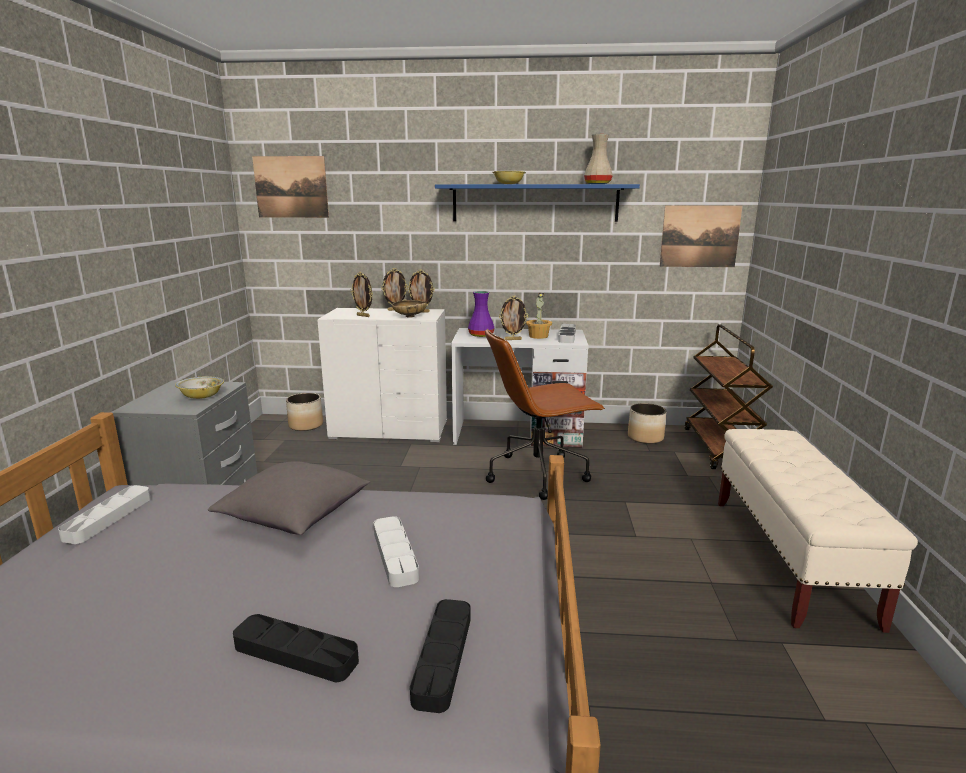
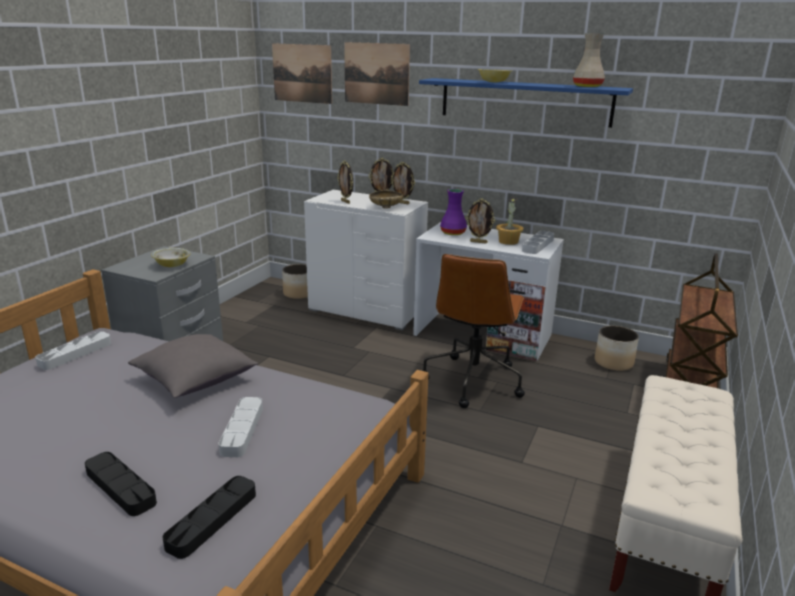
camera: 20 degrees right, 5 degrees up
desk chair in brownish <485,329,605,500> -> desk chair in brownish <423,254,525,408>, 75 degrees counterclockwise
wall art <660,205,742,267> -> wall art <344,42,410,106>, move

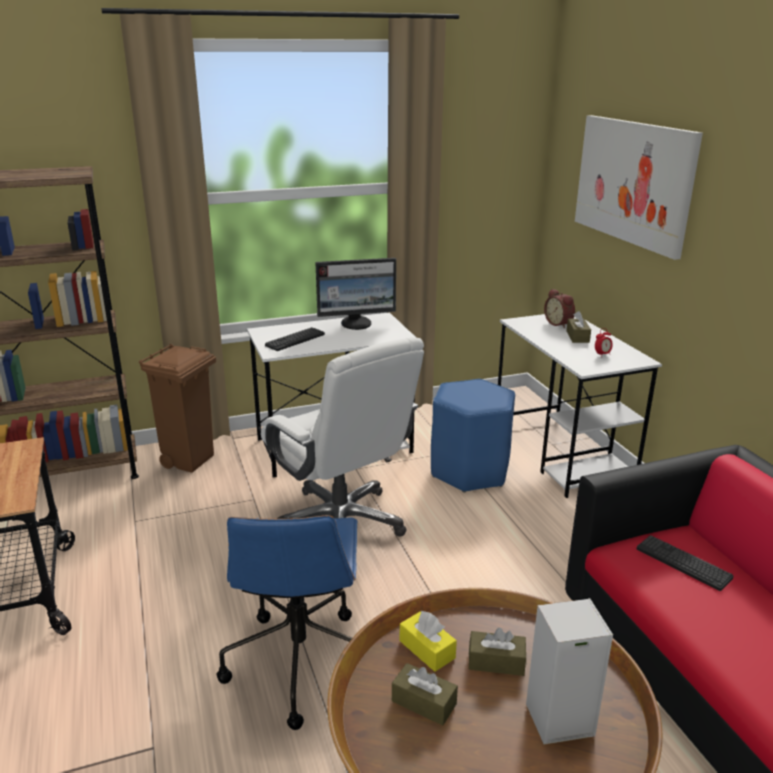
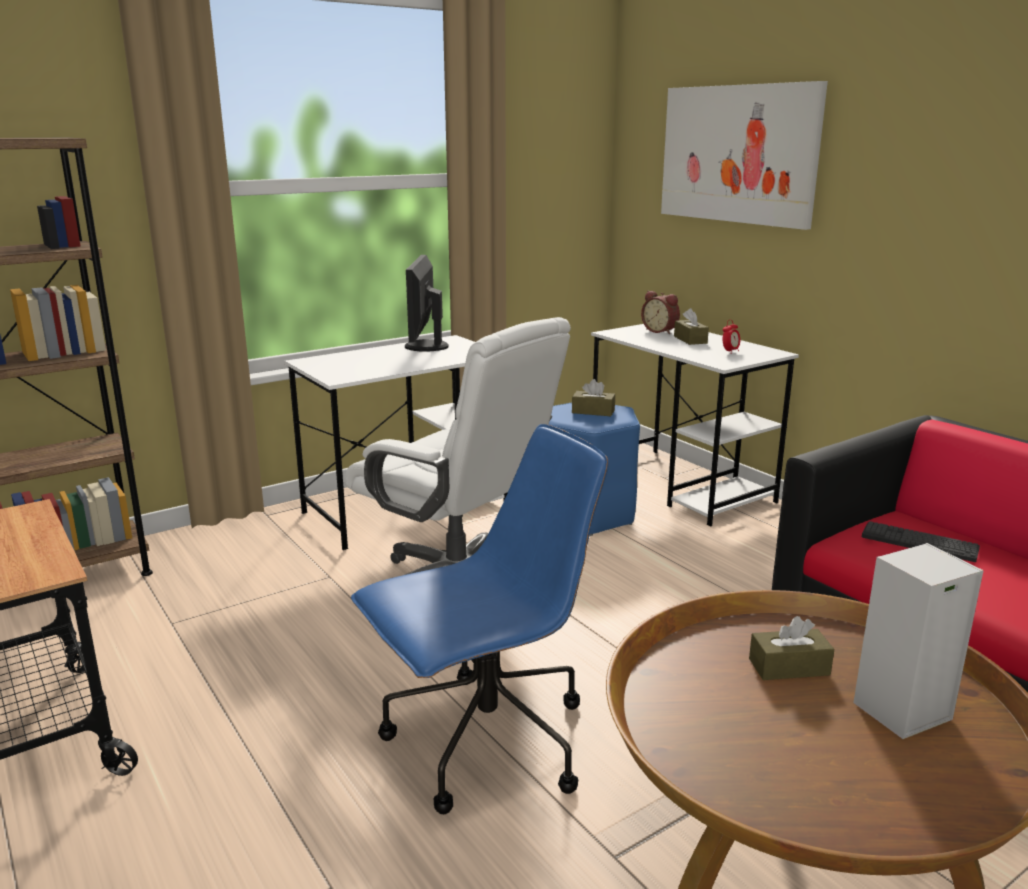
camera: 15 degrees left, 5 degrees down
rubbish bin in brownish <139,344,216,473> -> none
desk chair in blue <216,515,358,730> -> desk chair in blue <351,424,609,814>, 105 degrees counterclockwise
computer keyboard <265,327,325,351> -> none
monitor <315,258,396,330> -> monitor <405,255,448,352>, 120 degrees clockwise
tissue box in brownish <392,663,458,726> -> tissue box in brownish <572,379,615,416>, move
tissue box in yellowish <399,611,457,672> -> none

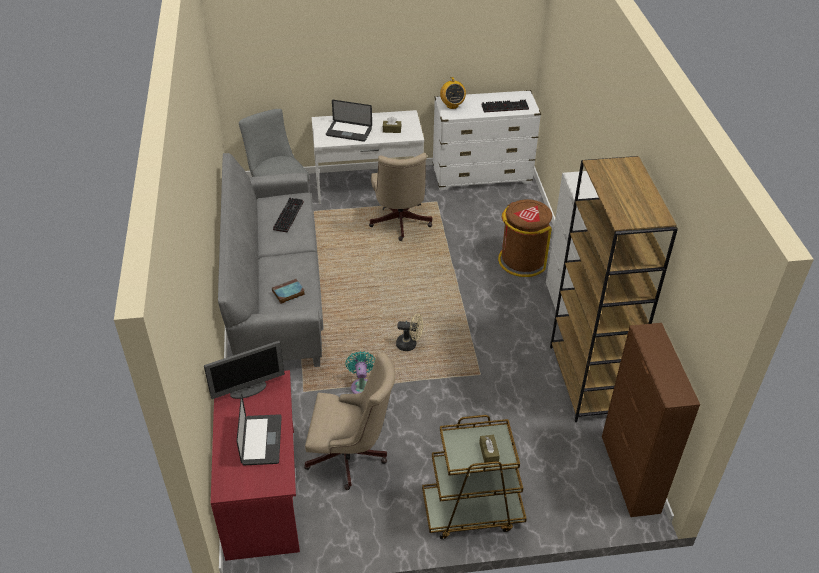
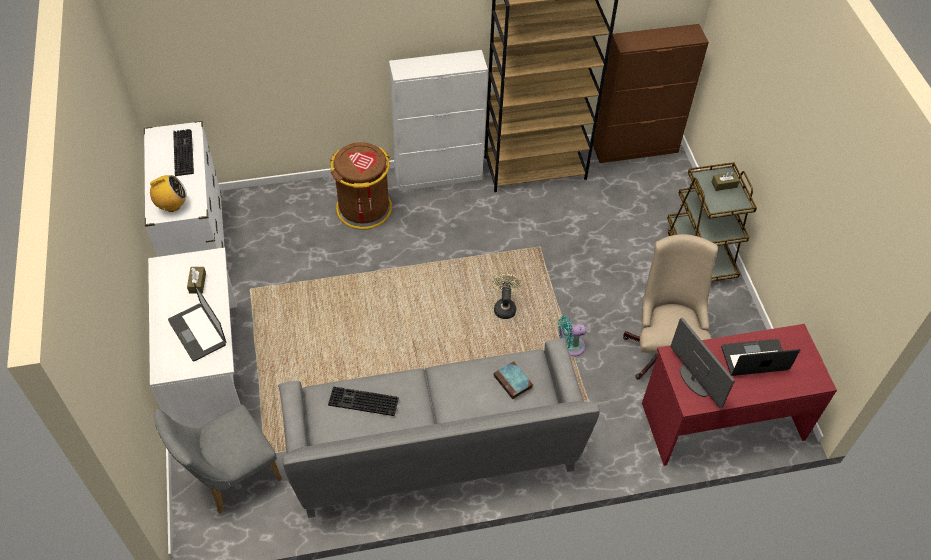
camera: 95 degrees left, 10 degrees up
laptop <326,100,372,142> -> laptop <168,282,226,361>, 135 degrees clockwise
desk chair in beige <369,153,432,241> -> none

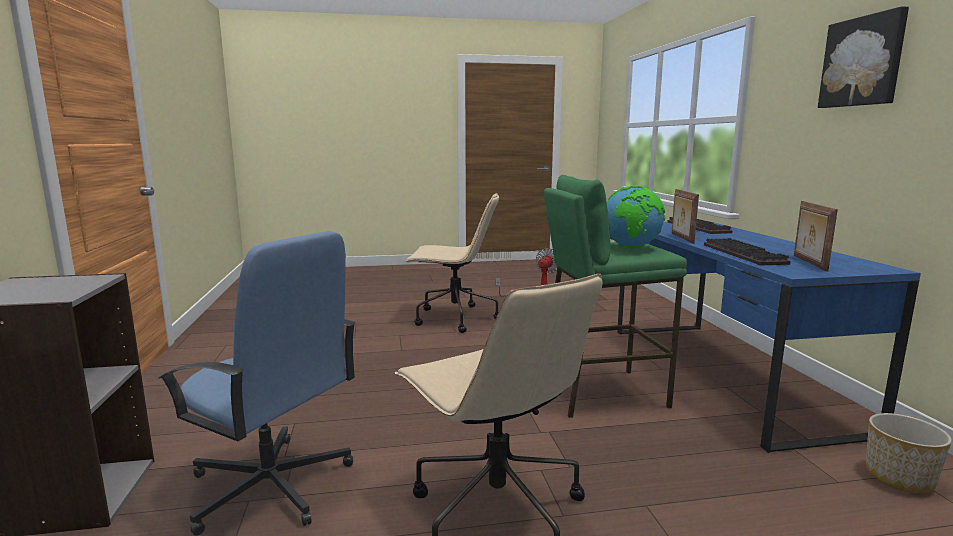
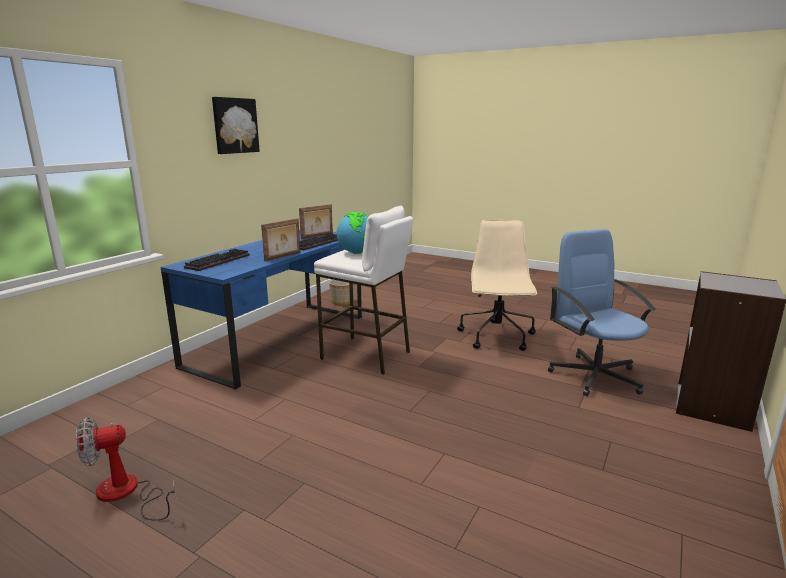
camera: 140 degrees left, 5 degrees up
desk chair in beige <405,193,499,333> -> none
stool in greenish <544,175,687,418> -> stool in whitish <314,206,413,375>

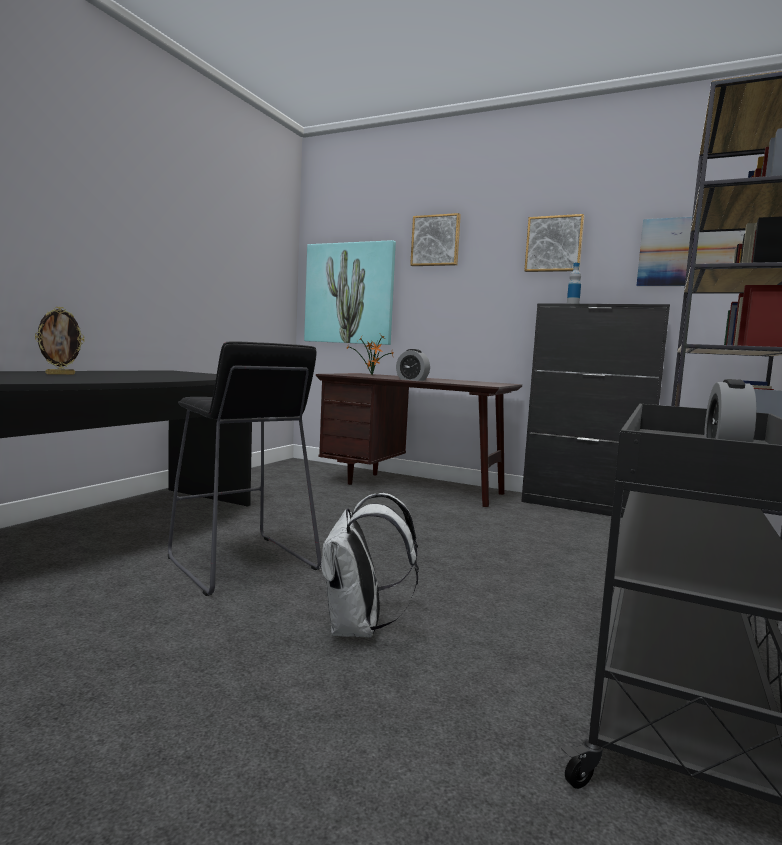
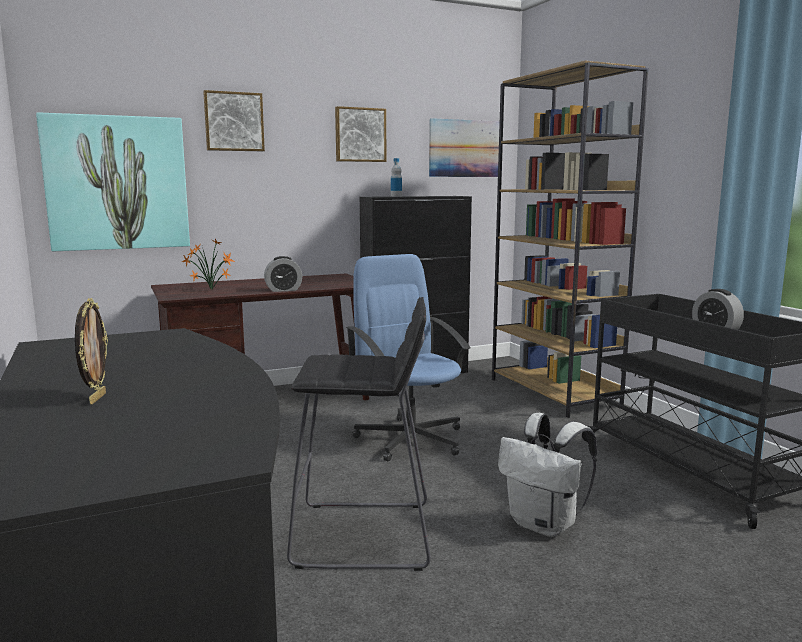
camera: 50 degrees left, 5 degrees up
none -> desk chair in blue <346,254,471,461>

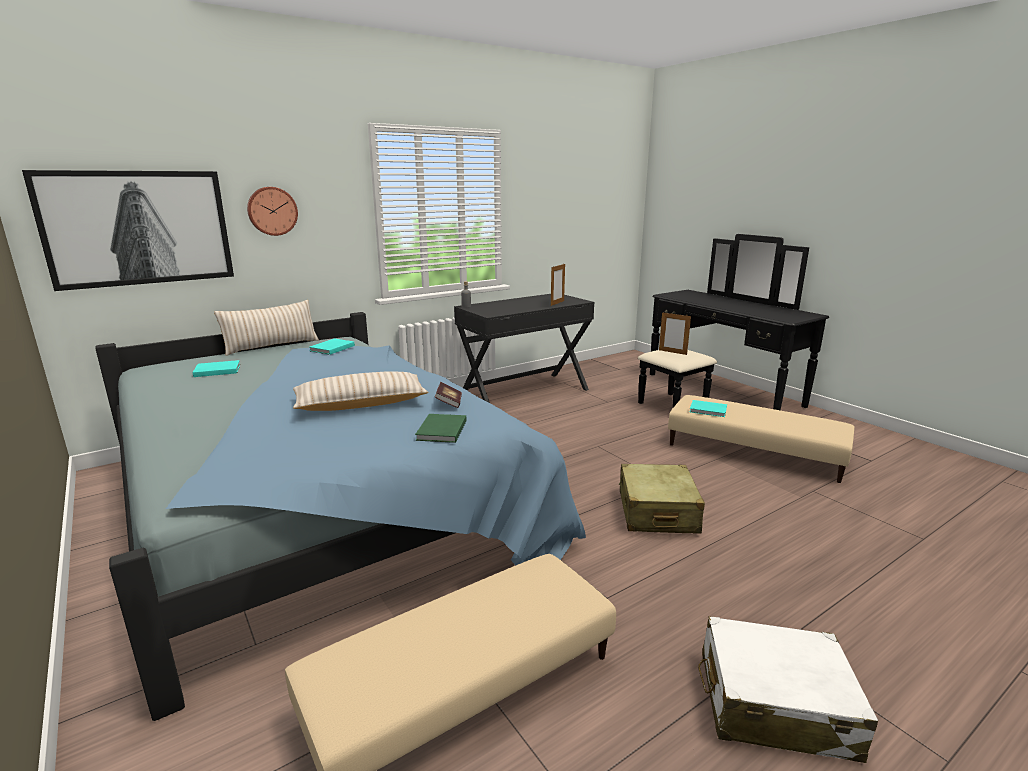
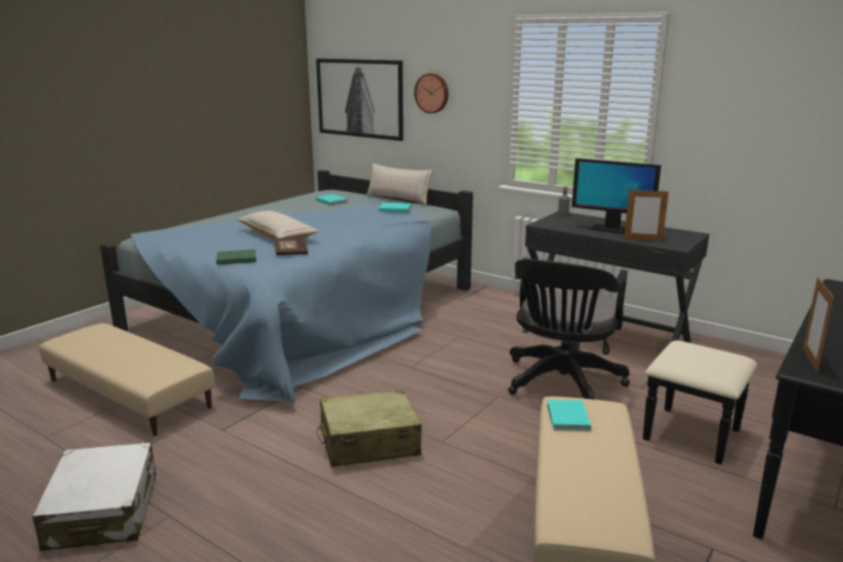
camera: 70 degrees right, 0 degrees up
photo frame <659,312,691,355> -> photo frame <803,277,834,373>, move
none -> desk chair in black-coloured <508,257,630,400>
none -> monitor <572,158,661,234>

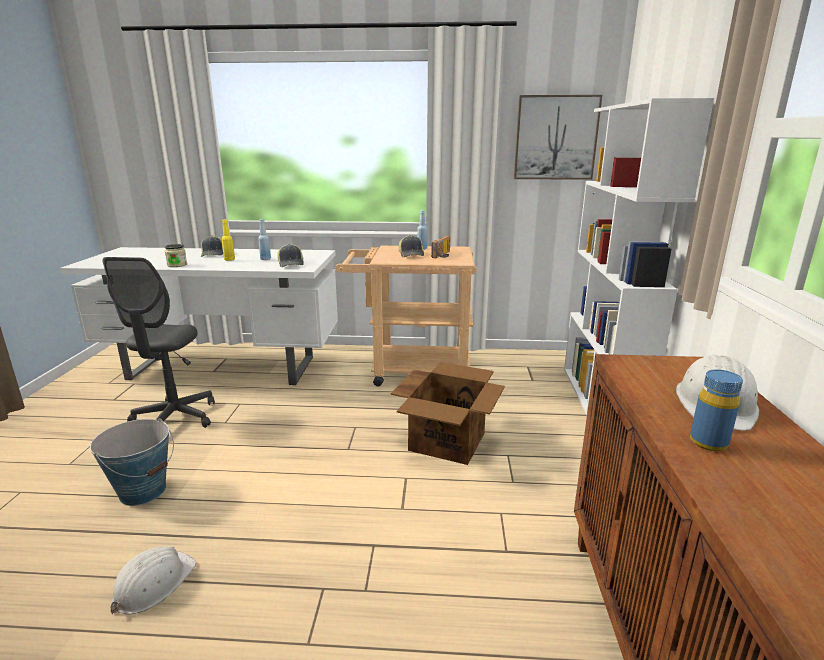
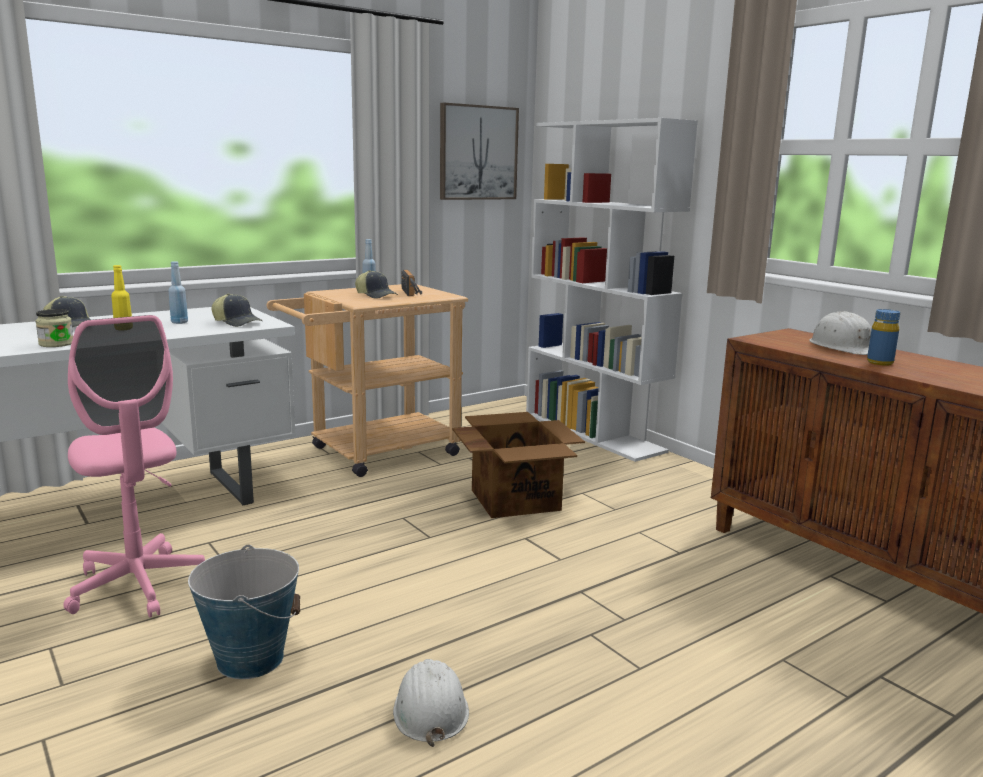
camera: 40 degrees left, 5 degrees down
desk chair in greyish <103,257,215,428> -> desk chair in pinkish <63,315,205,617>

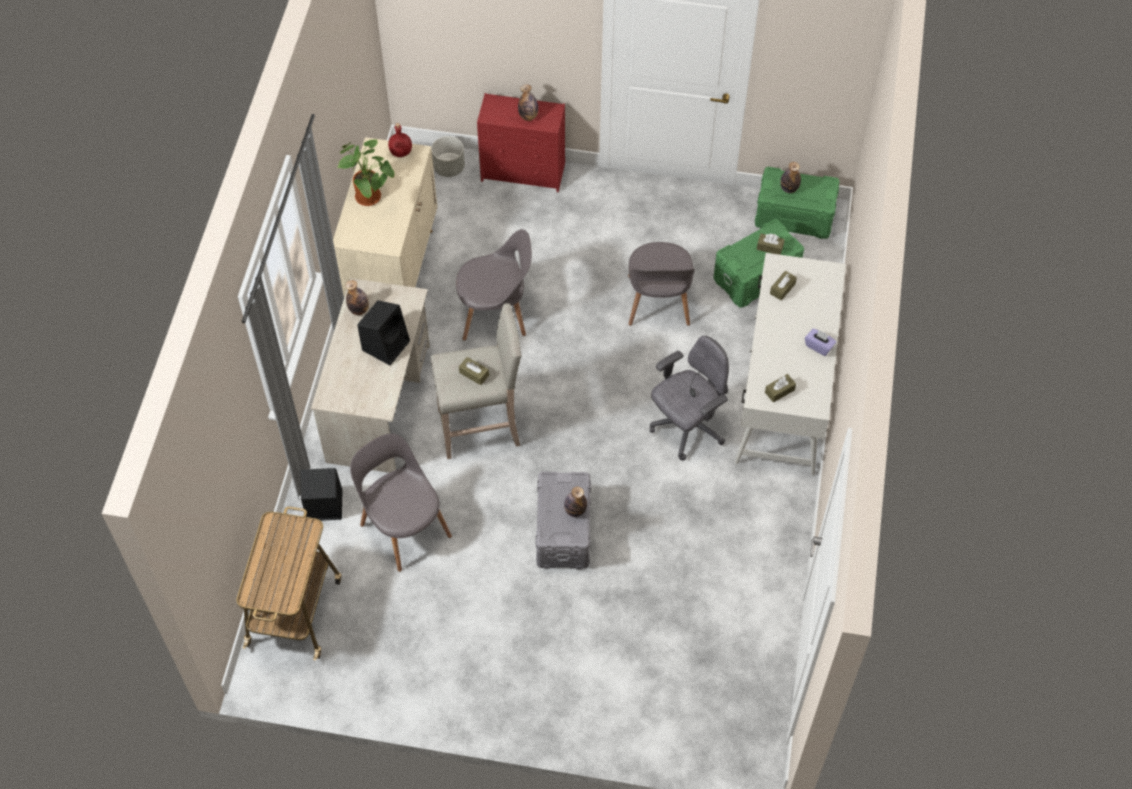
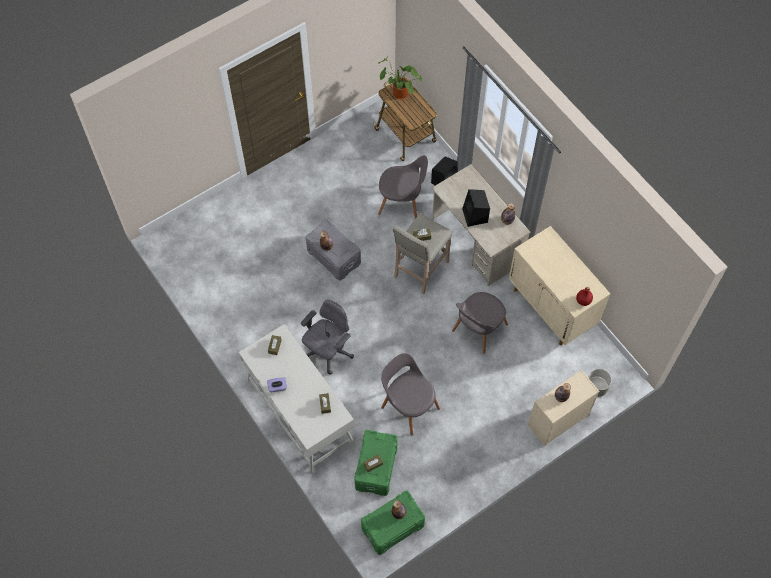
camera: 135 degrees right, 5 degrees up
plant in a pot <337,139,395,206> -> plant in a pot <378,55,422,100>, move
drawer chest in red <477,93,565,192> -> drawer chest in beige <528,370,599,446>
desk chair in greyish <650,336,729,461> -> desk chair in greyish <301,300,354,375>, 150 degrees counterclockwise

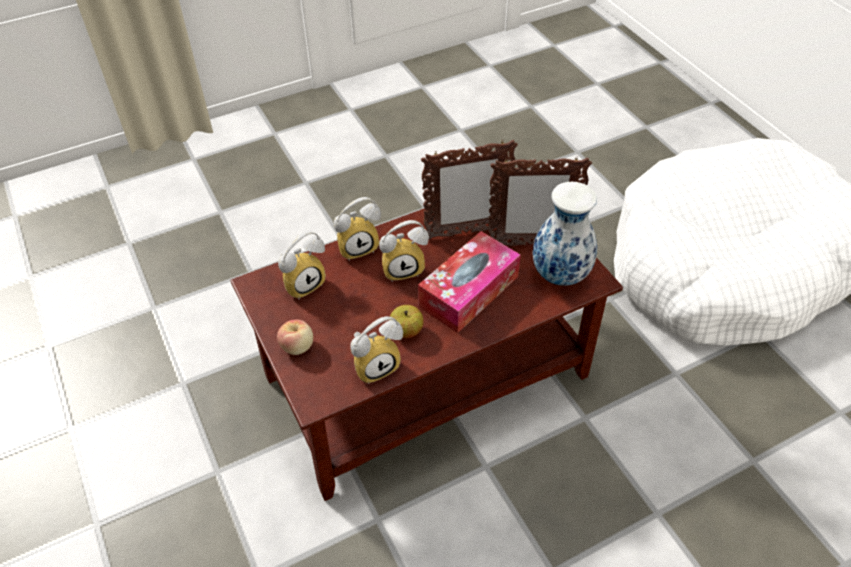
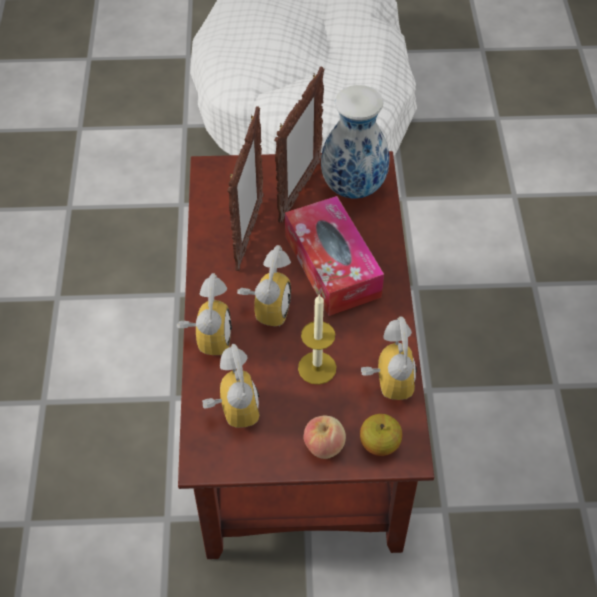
camera: 65 degrees left, 5 degrees up
apple <390,305,424,338> -> apple <360,414,402,456>, move
none -> wax candle <298,294,337,385>

